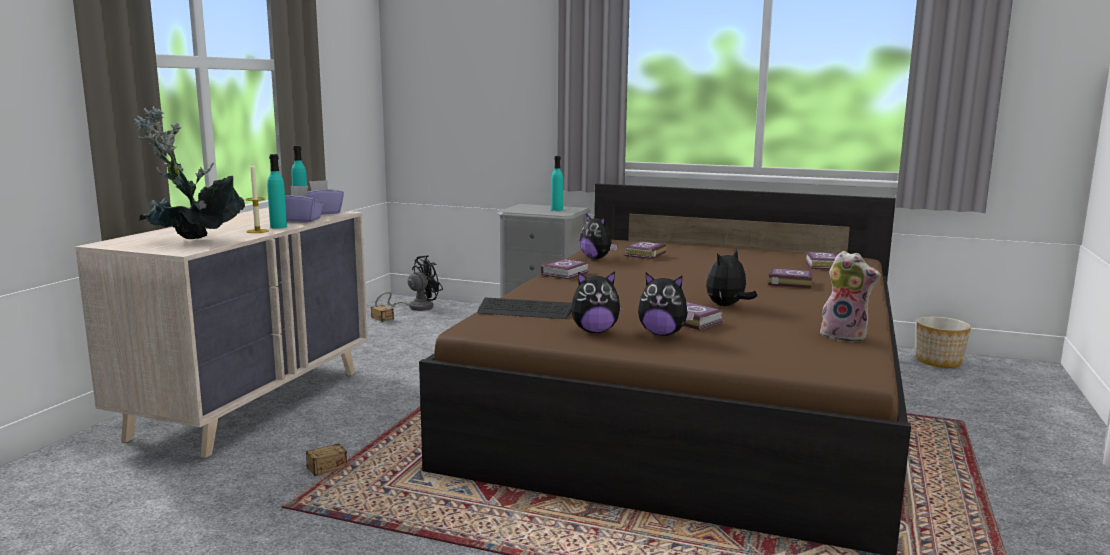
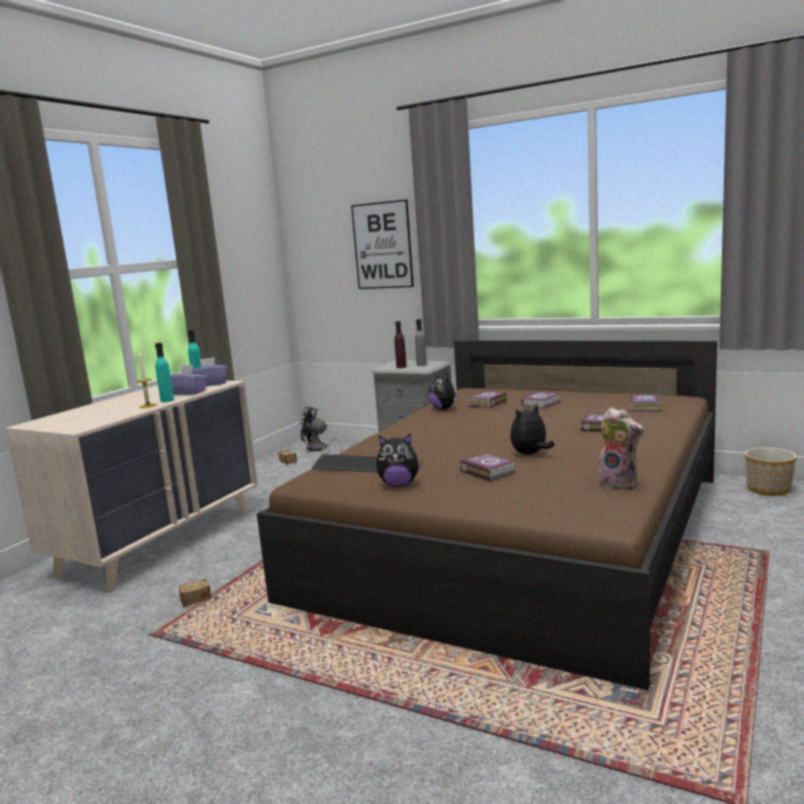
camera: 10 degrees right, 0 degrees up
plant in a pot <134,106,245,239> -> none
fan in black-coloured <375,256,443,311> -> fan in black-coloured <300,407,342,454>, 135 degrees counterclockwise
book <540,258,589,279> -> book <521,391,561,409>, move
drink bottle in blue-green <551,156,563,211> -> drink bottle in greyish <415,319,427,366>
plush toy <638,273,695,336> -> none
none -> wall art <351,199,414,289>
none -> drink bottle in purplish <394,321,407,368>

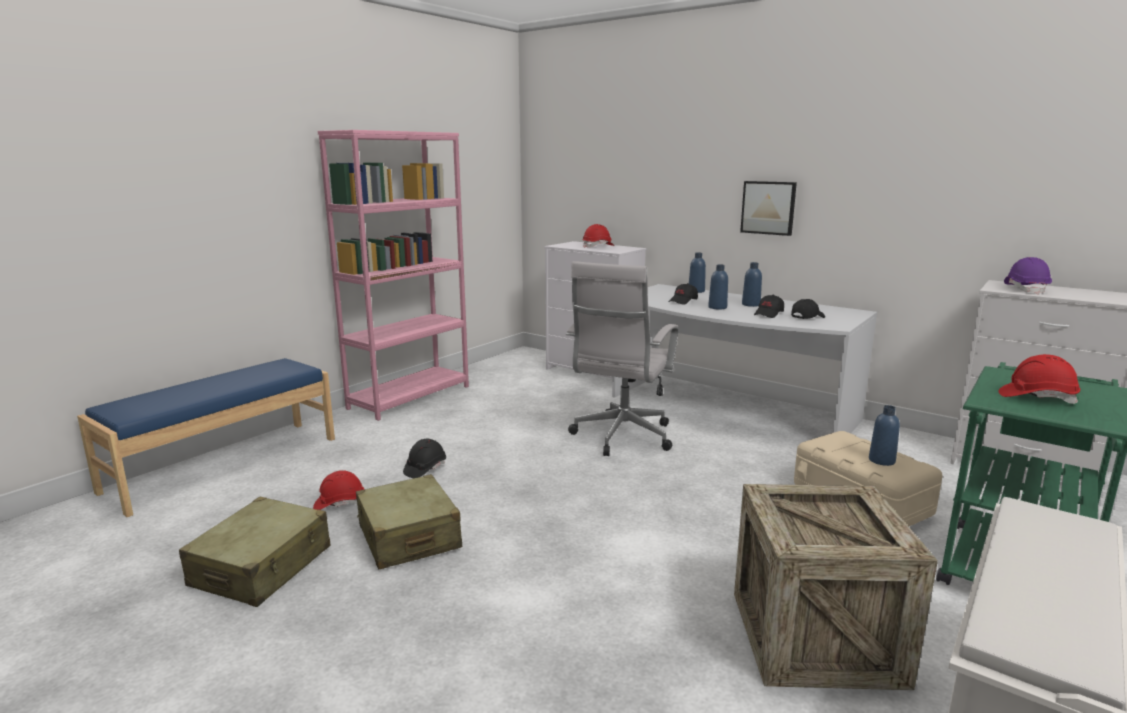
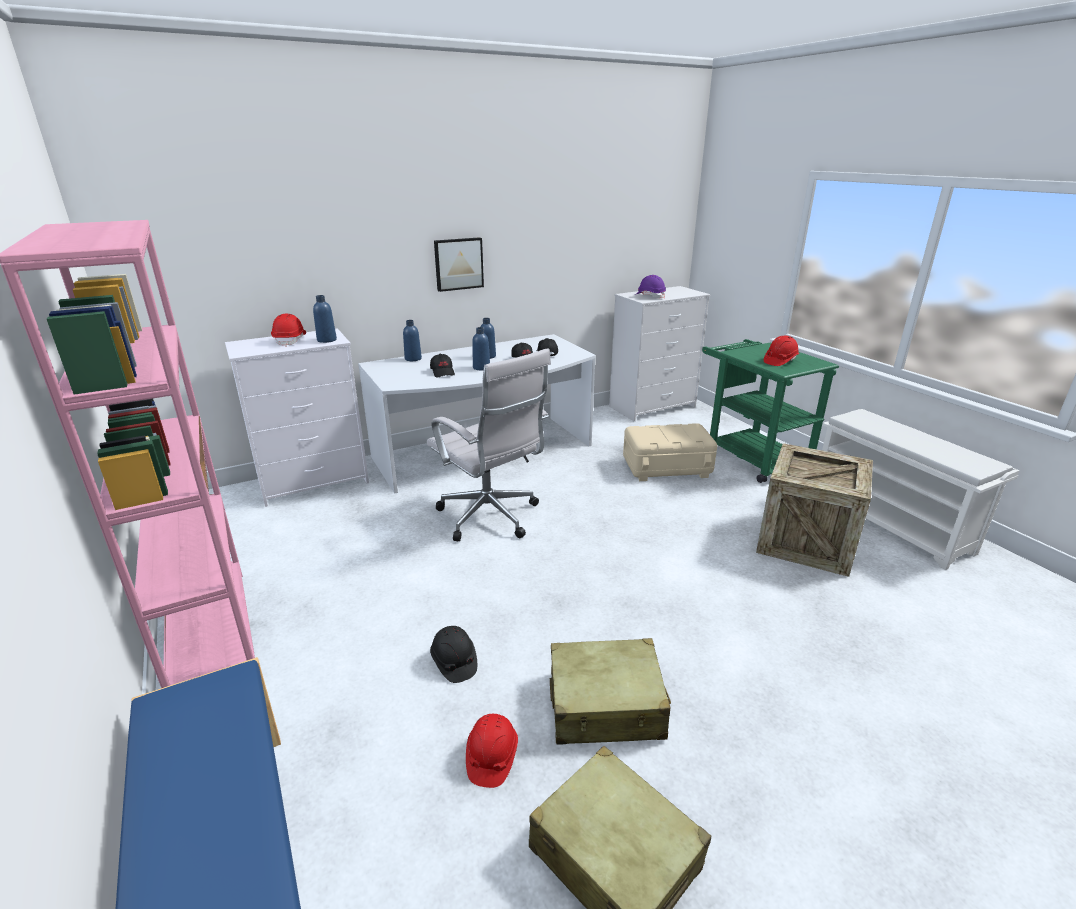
camera: 65 degrees left, 10 degrees up
drink bottle in blue <869,405,900,466> -> drink bottle in blue <313,295,337,343>, move

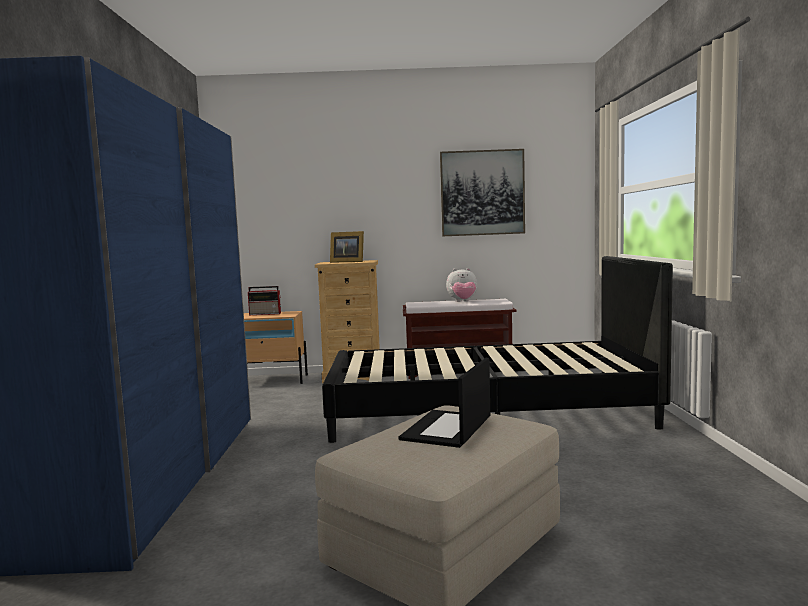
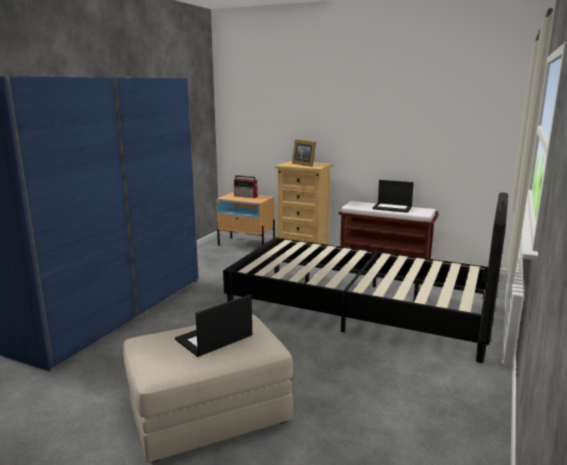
camera: 25 degrees right, 10 degrees up
wall art <440,149,525,236> -> none
plush toy <446,268,477,302> -> laptop <372,180,414,213>

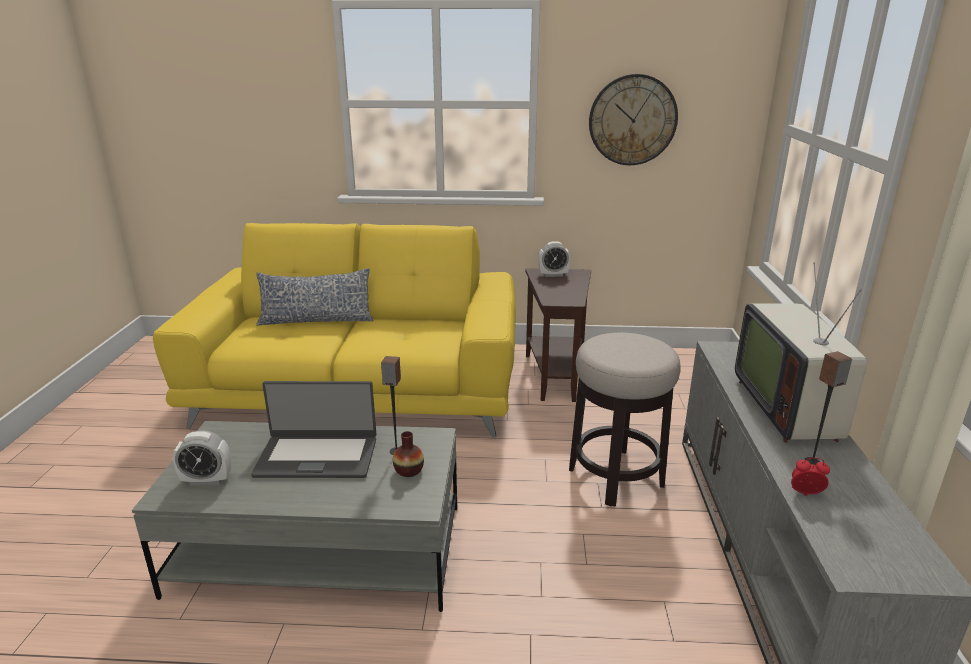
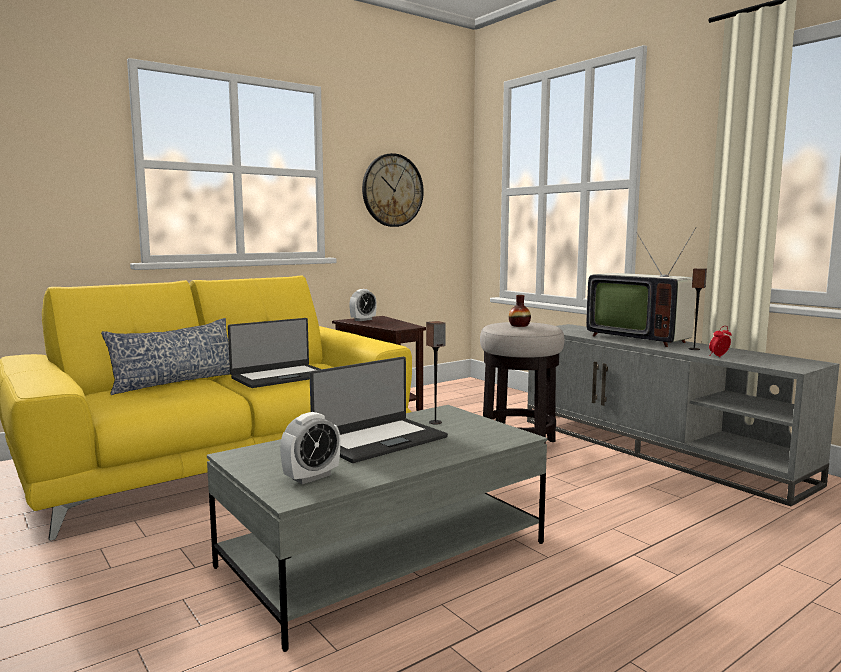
camera: 40 degrees left, 15 degrees down
vase <393,431,424,477> -> vase <509,295,531,327>, move
none -> laptop <228,318,321,388>

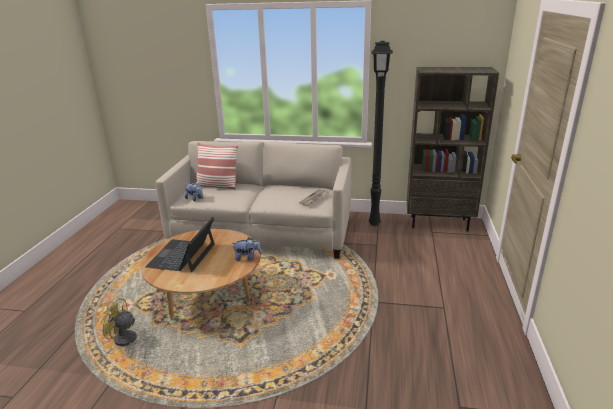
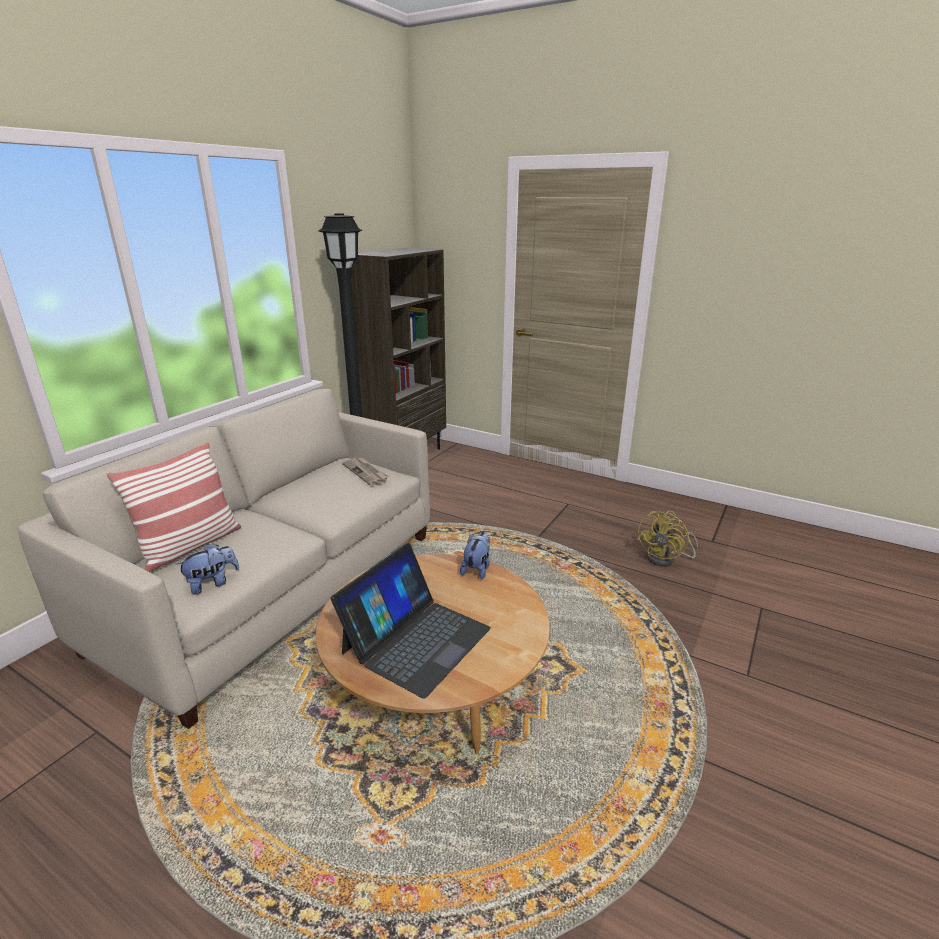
camera: 70 degrees left, 0 degrees up
fan in yellowish <101,298,147,359> -> fan in yellowish <637,511,698,566>, move
laptop <145,217,214,272> -> laptop <331,543,491,699>, 90 degrees counterclockwise

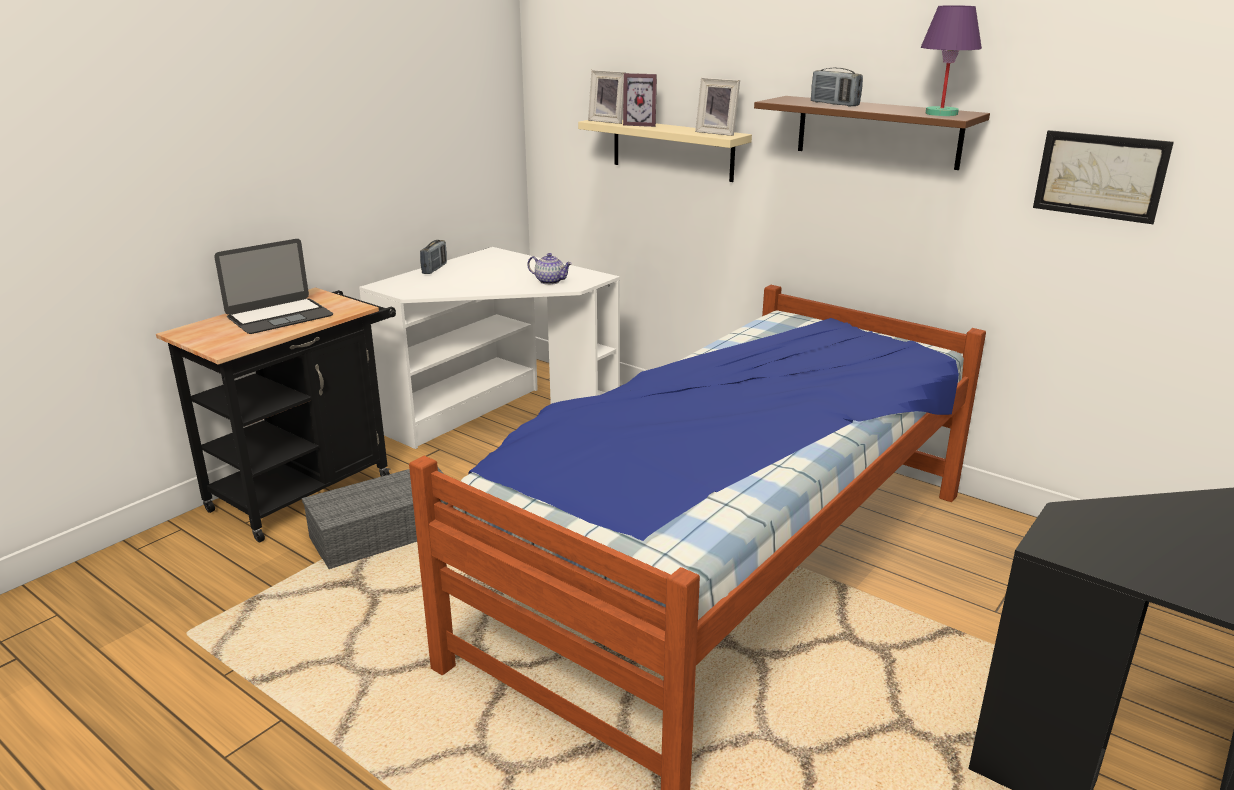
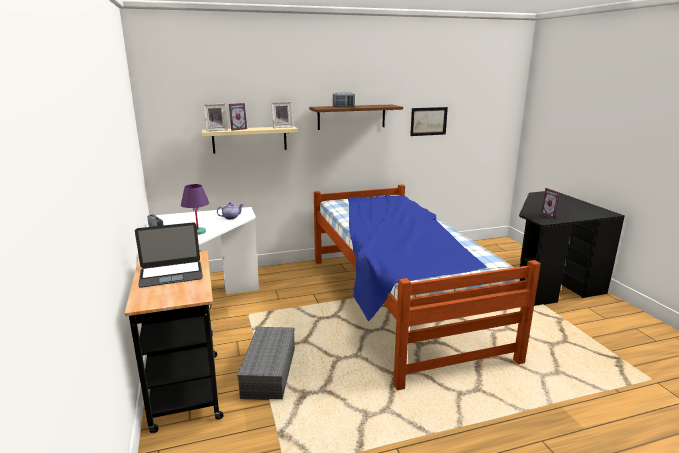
camera: 55 degrees left, 5 degrees down
laptop <214,239,333,334> -> laptop <135,222,203,288>, 75 degrees clockwise
table lamp in purplish <921,6,982,116> -> table lamp in purplish <181,184,209,235>, move
none -> photo frame <541,188,560,219>

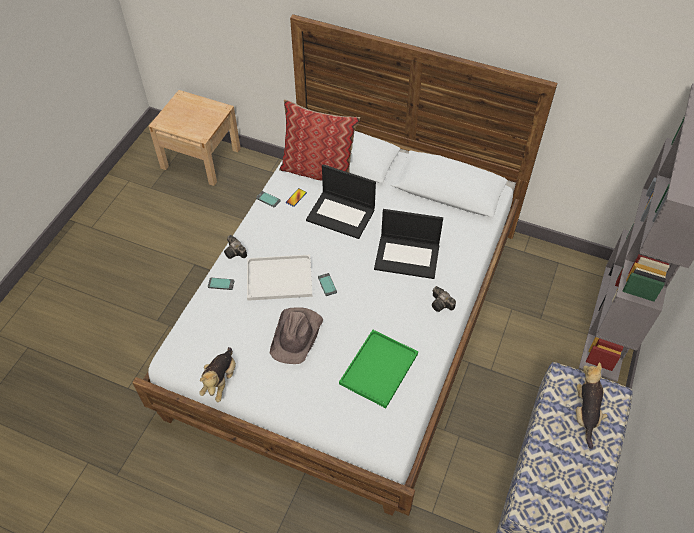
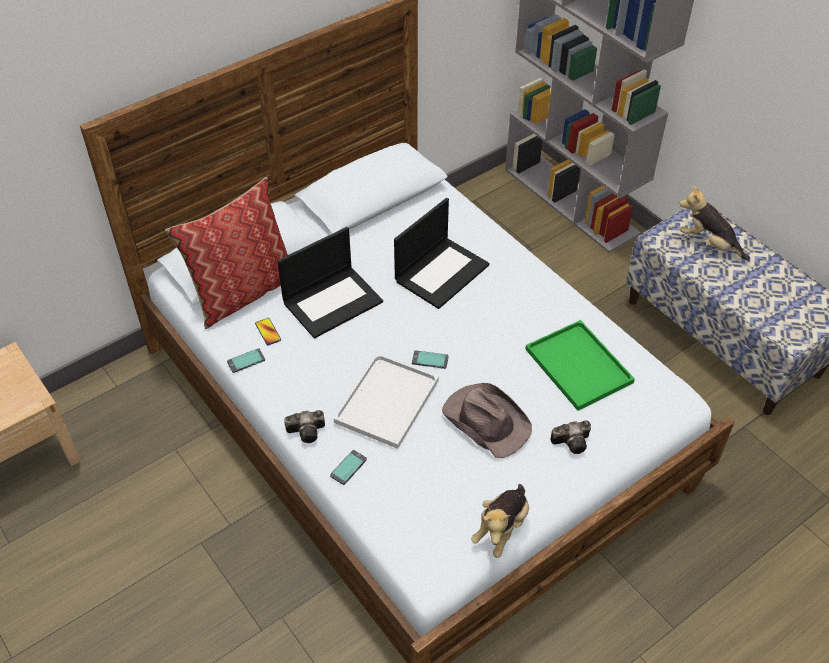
camera: 60 degrees left, 5 degrees down
plush toy <199,347,236,402> -> plush toy <471,484,529,558>, 75 degrees clockwise
still camera <432,286,456,312> -> still camera <550,420,591,454>, move

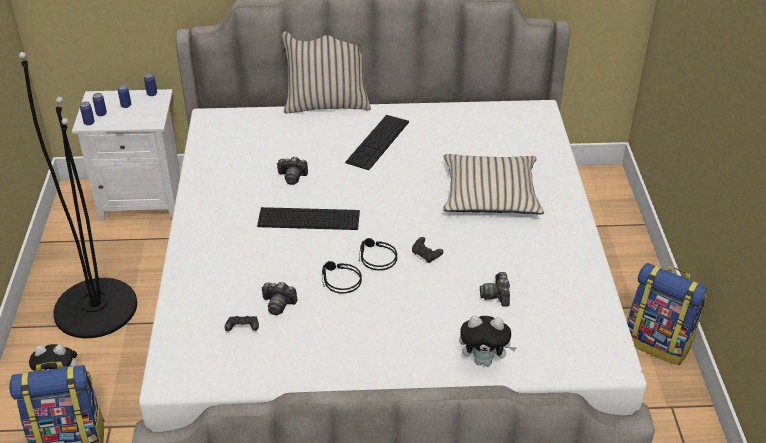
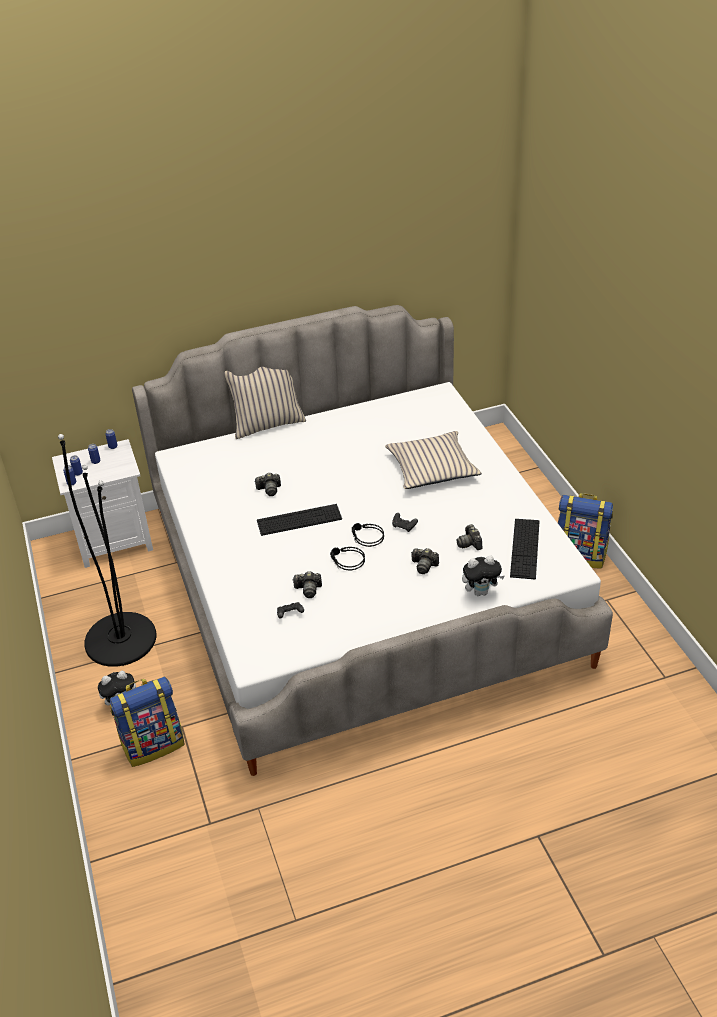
camera: 15 degrees left, 0 degrees up
computer keyboard <345,115,409,170> -> computer keyboard <510,519,540,580>, move
none -> still camera <411,548,439,574>

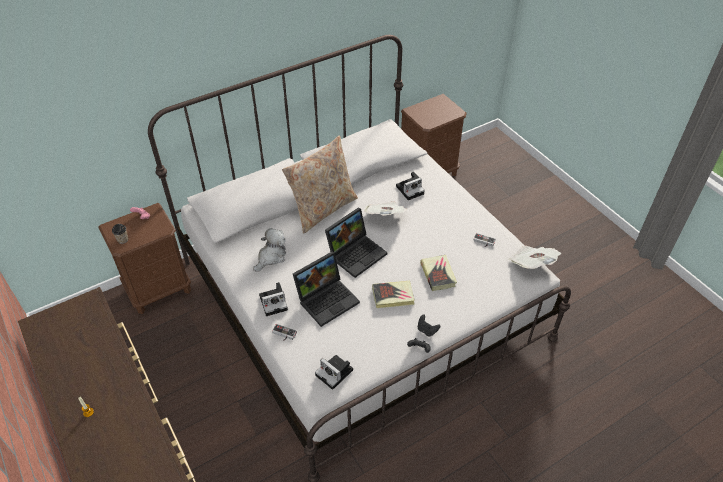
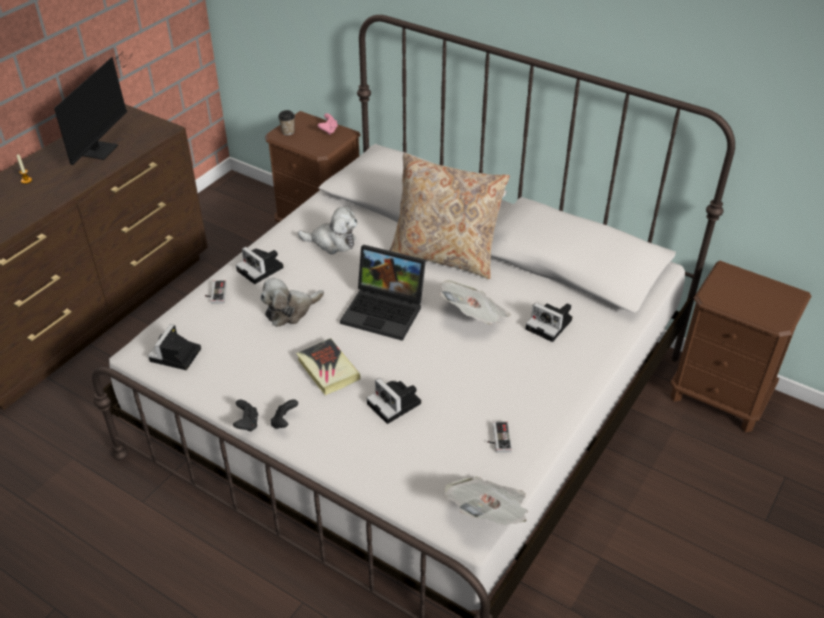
camera: 65 degrees right, 5 degrees down
laptop <293,251,360,327> -> plush toy <260,278,324,327>
book <420,255,457,291> -> still camera <367,378,421,424>
none -> monitor <54,52,132,165>

